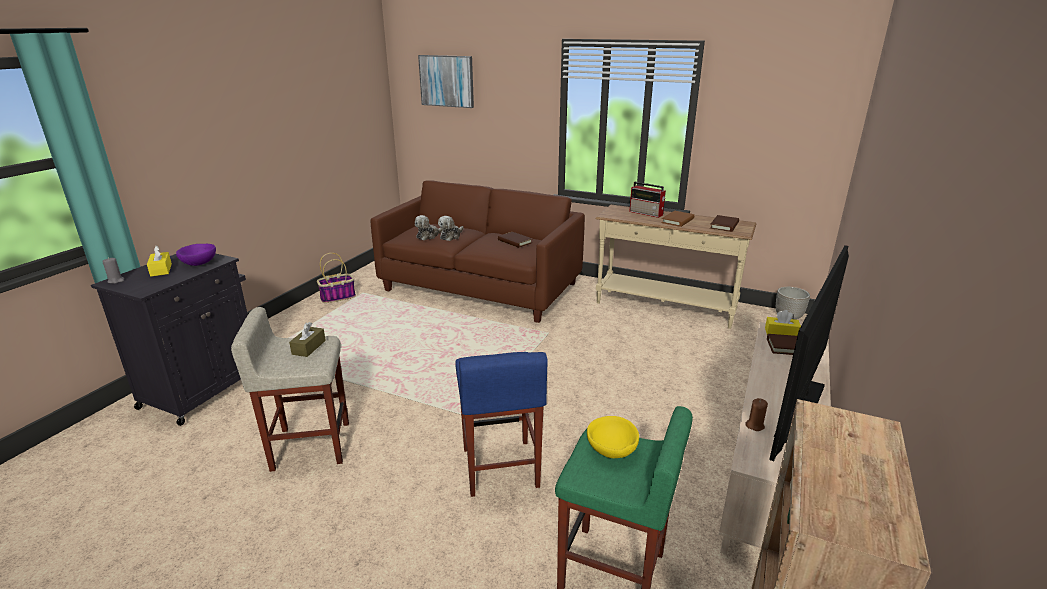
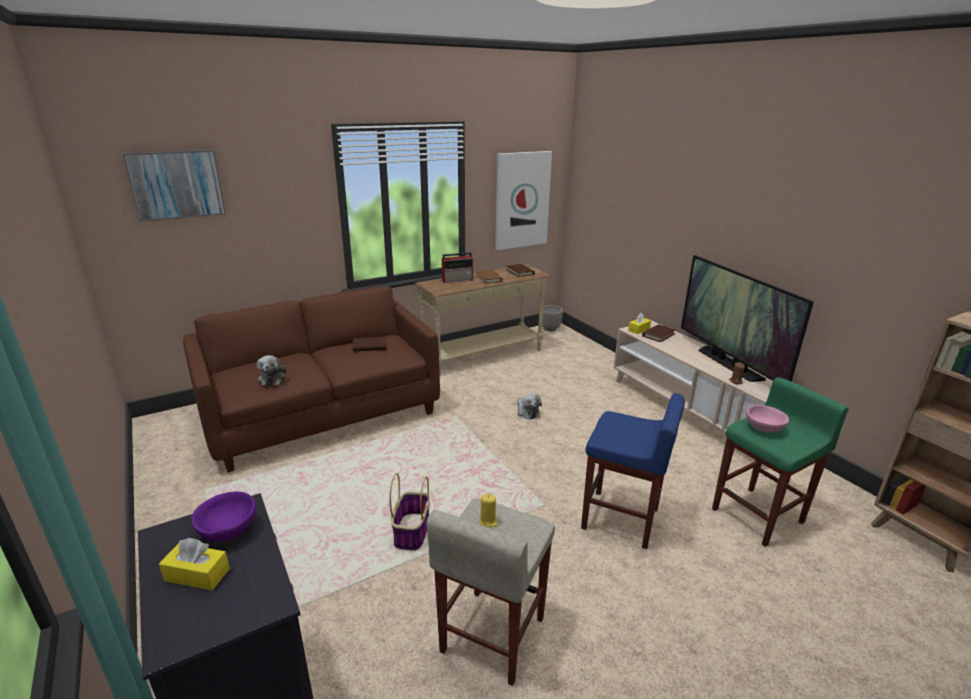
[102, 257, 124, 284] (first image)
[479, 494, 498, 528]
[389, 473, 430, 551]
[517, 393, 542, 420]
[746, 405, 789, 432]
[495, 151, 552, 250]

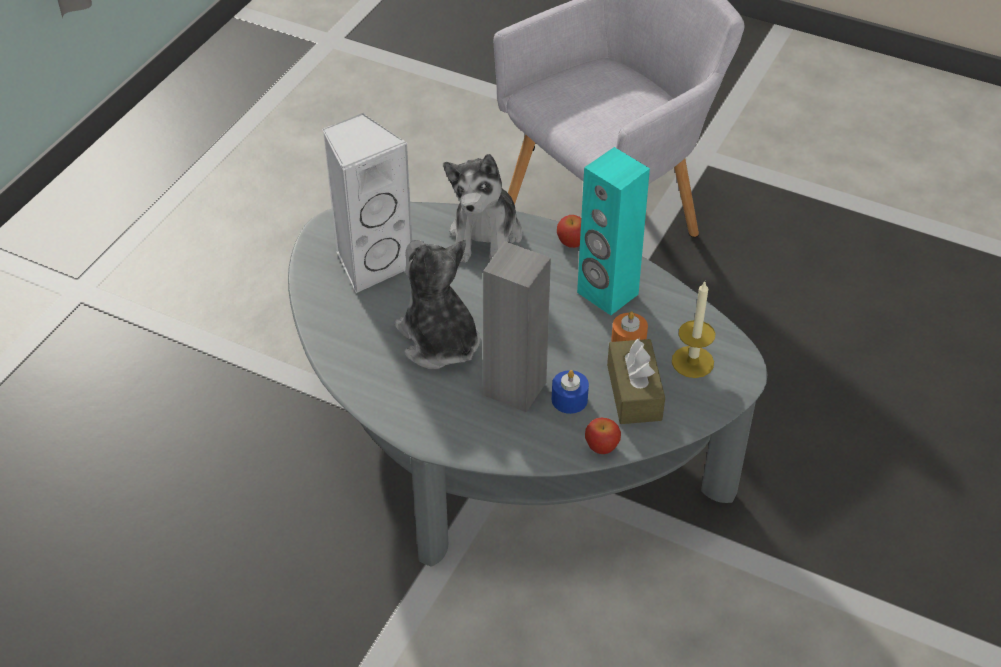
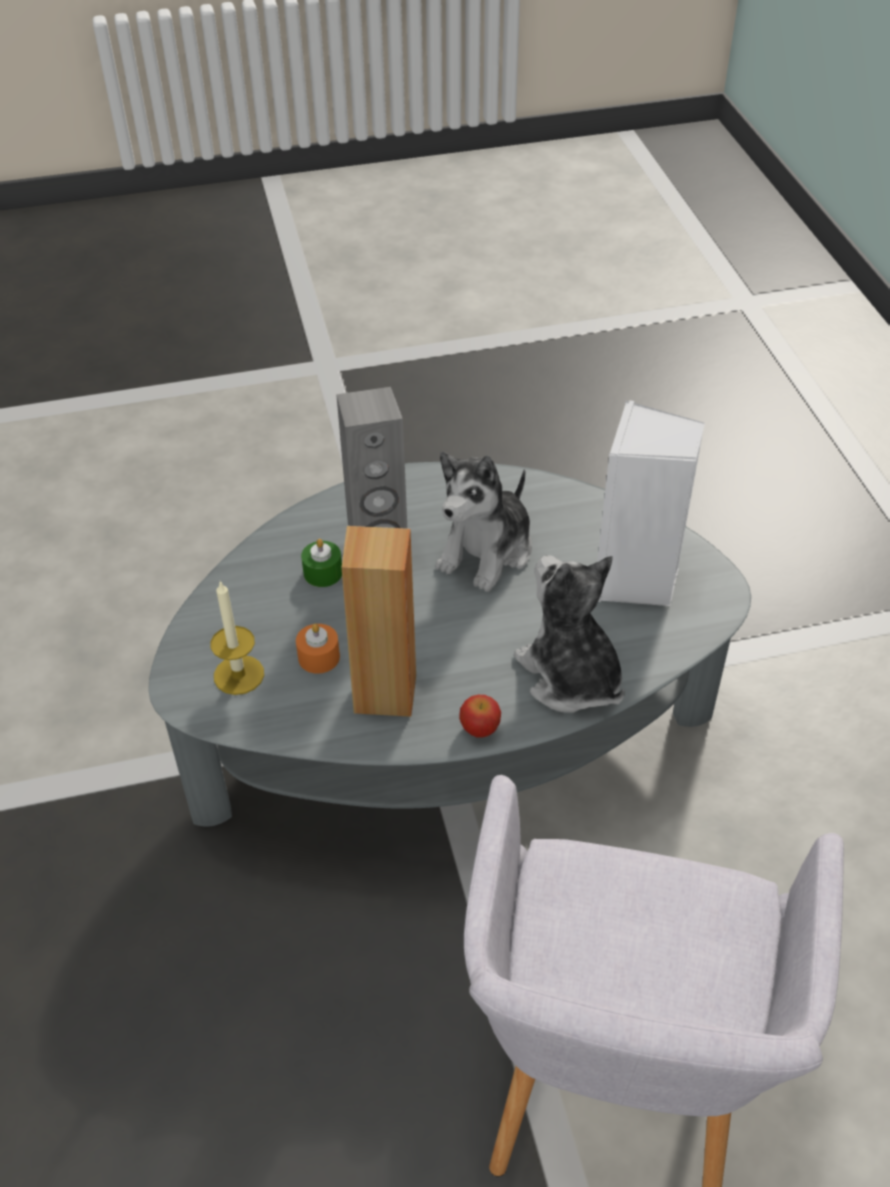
[435, 452, 532, 592]
[301, 539, 342, 587]
[342, 526, 416, 717]
[585, 418, 621, 454] (first image)
[607, 338, 665, 424] (first image)

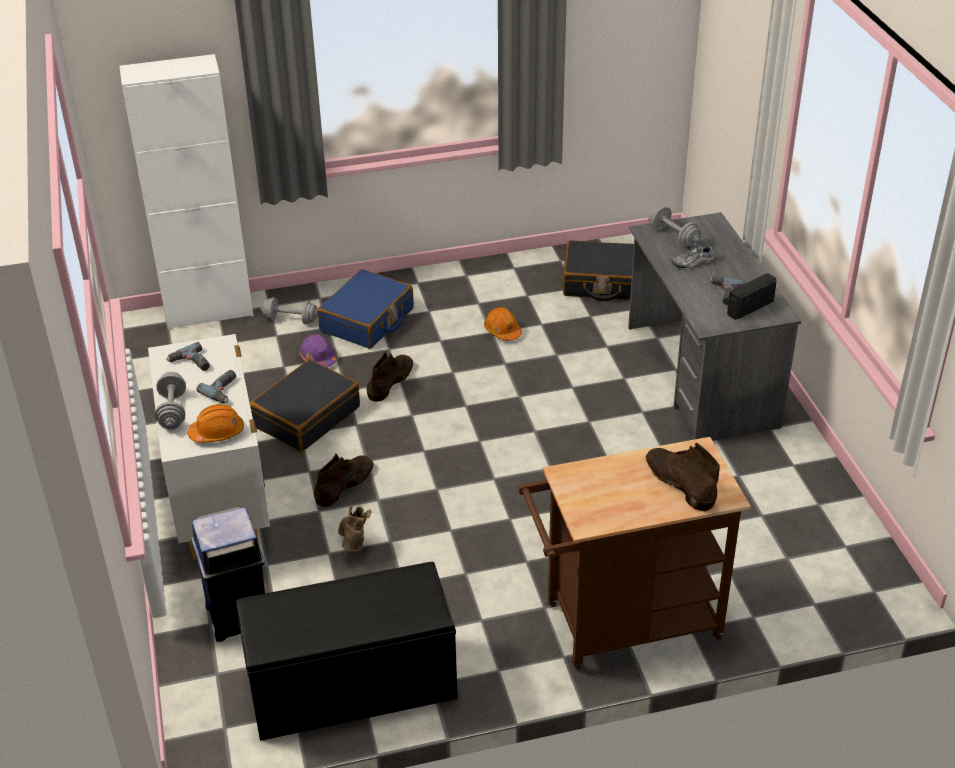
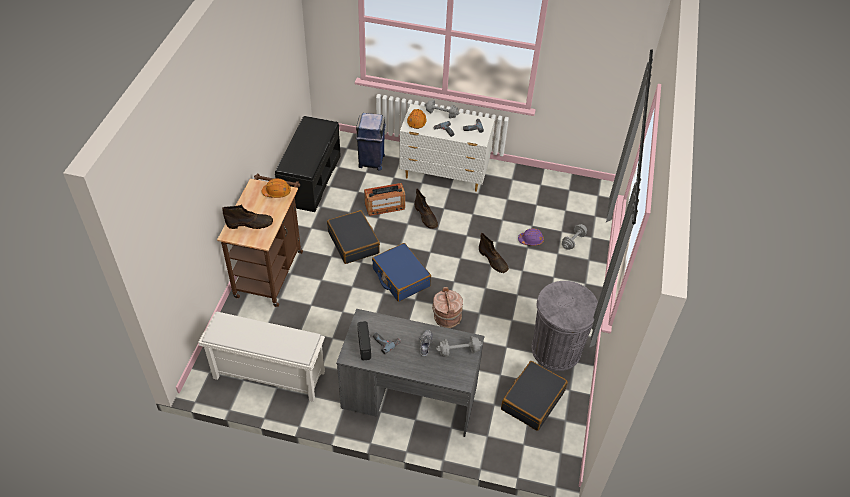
[119, 54, 253, 330] (first image)
[327, 210, 380, 264]
[372, 243, 431, 302]
[364, 183, 405, 216]
[262, 178, 291, 198]
[198, 312, 325, 402]
[432, 287, 463, 328]
[532, 281, 598, 371]

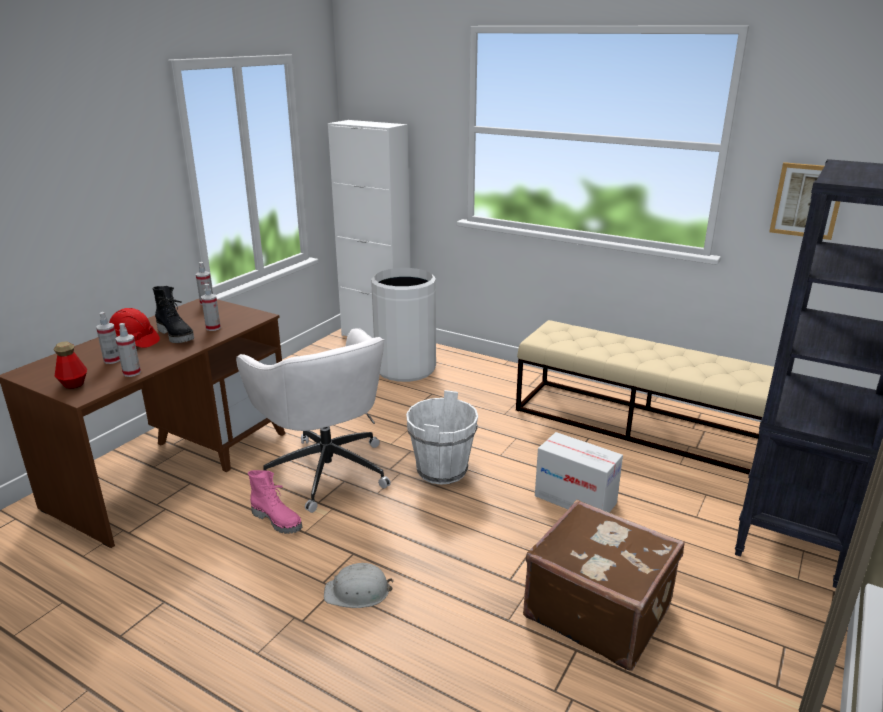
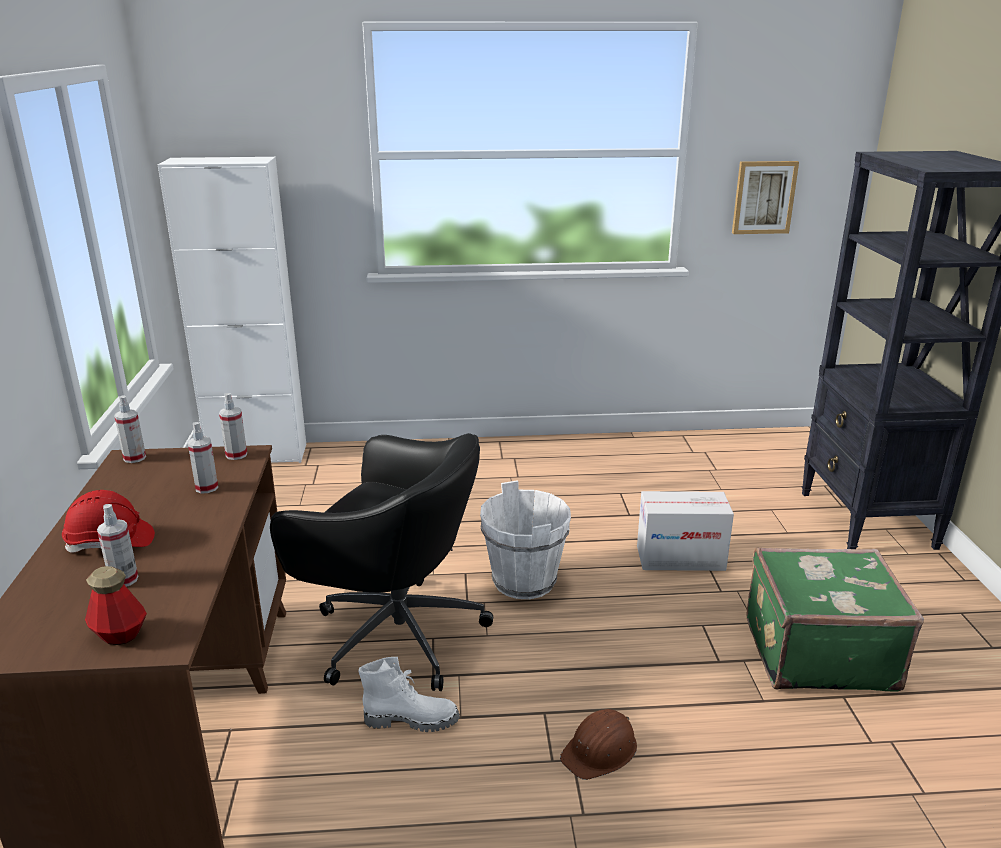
[219, 393, 247, 460]
[152, 286, 194, 343] (first image)
[270, 433, 493, 691]
[358, 657, 460, 732]
[560, 709, 637, 780]
[371, 268, 436, 382] (first image)
[516, 320, 774, 474] (first image)
[746, 547, 924, 692]

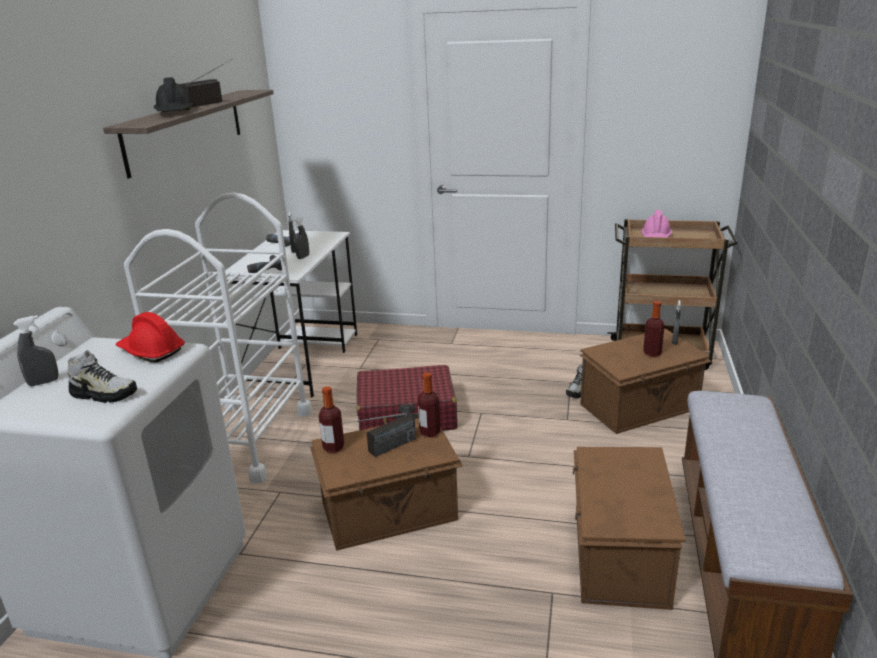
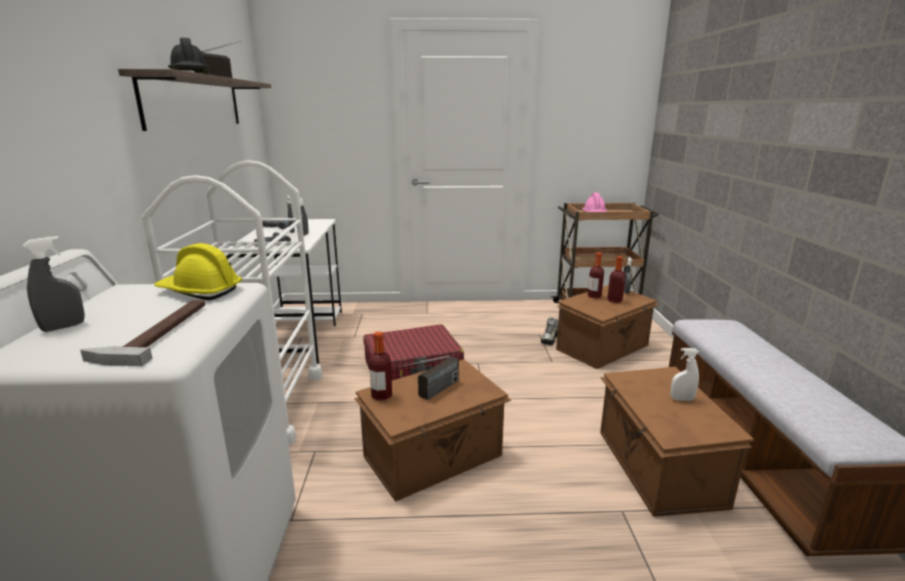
[80, 300, 205, 366]
[154, 243, 242, 300]
[588, 252, 604, 298]
[671, 348, 699, 401]

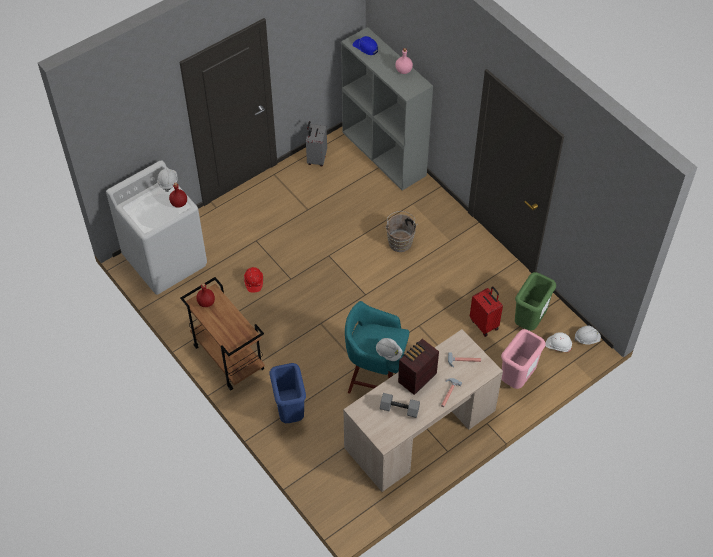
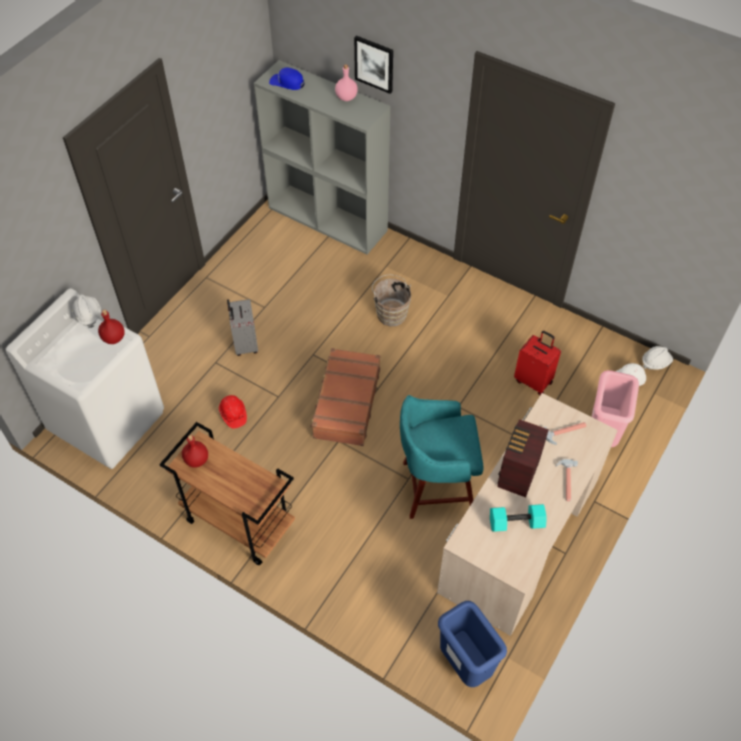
[438, 601, 507, 687]
[227, 299, 258, 356]
[376, 338, 403, 361] (first image)
[490, 504, 547, 532]
[515, 272, 556, 331] (first image)
[310, 348, 380, 446]
[354, 36, 393, 94]

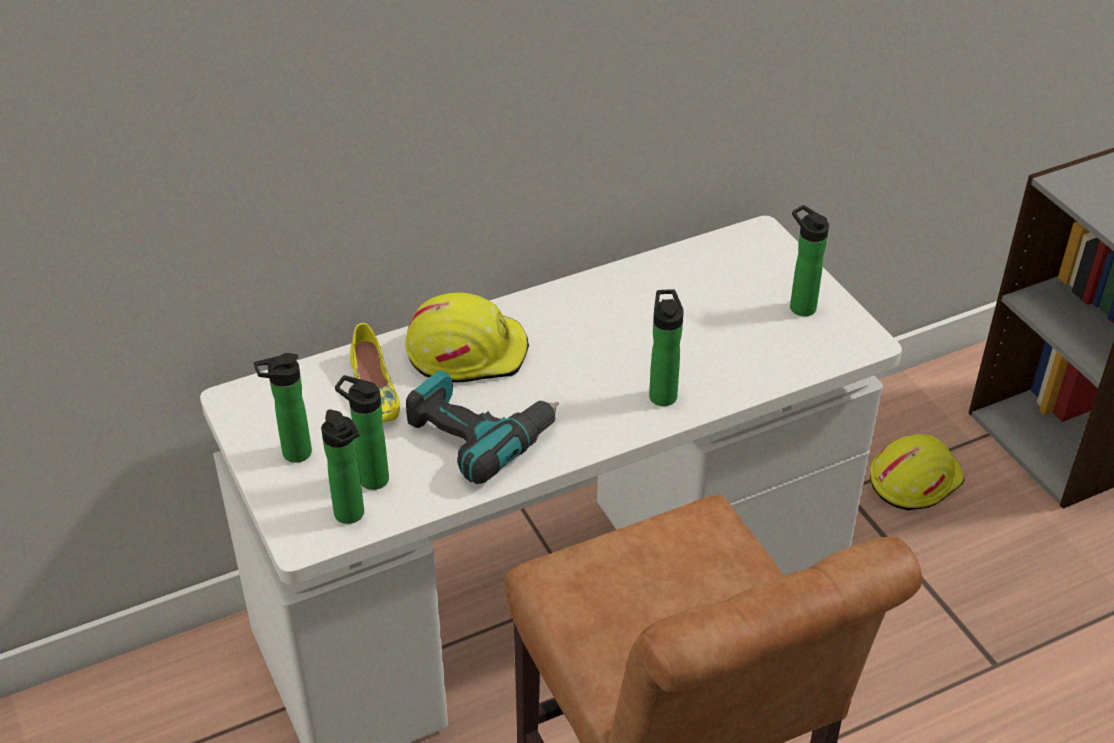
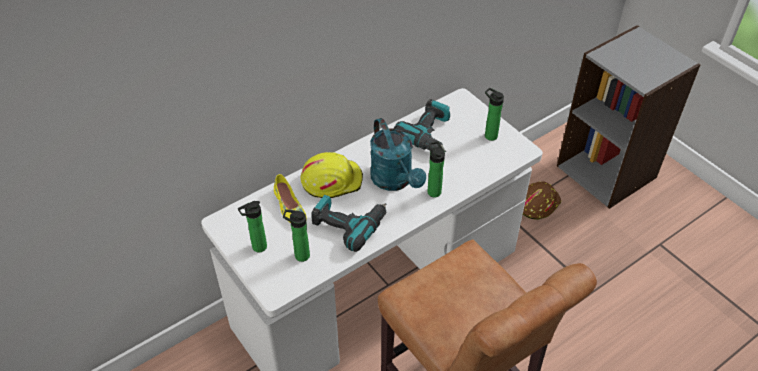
[321, 410, 364, 524] (first image)
[523, 181, 561, 220]
[370, 118, 426, 191]
[394, 99, 450, 152]

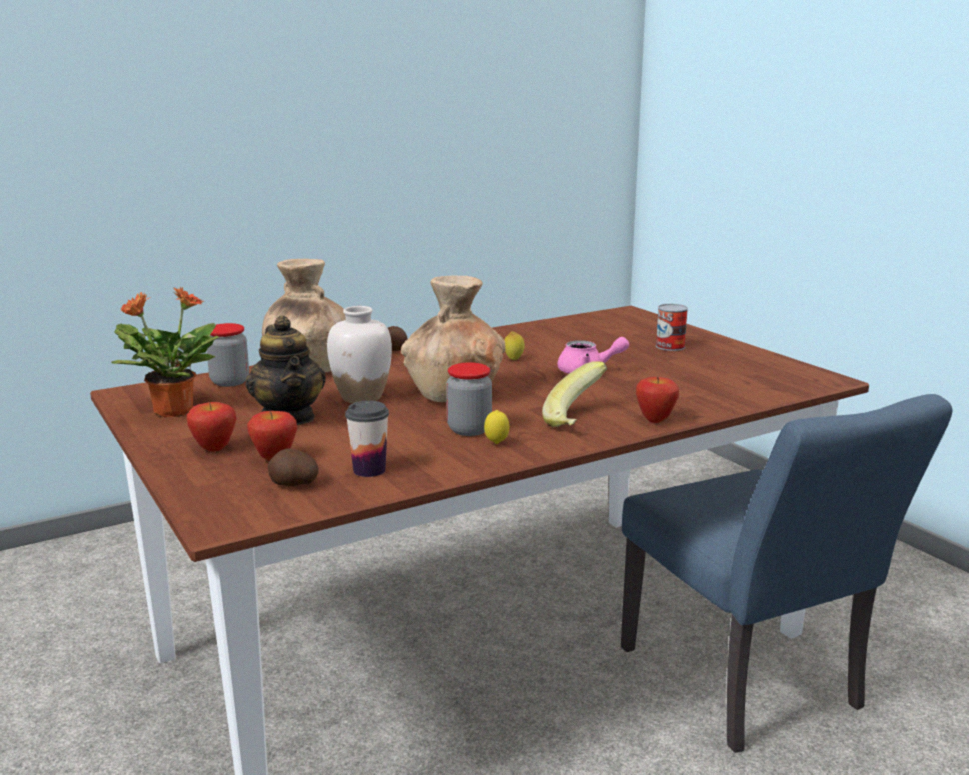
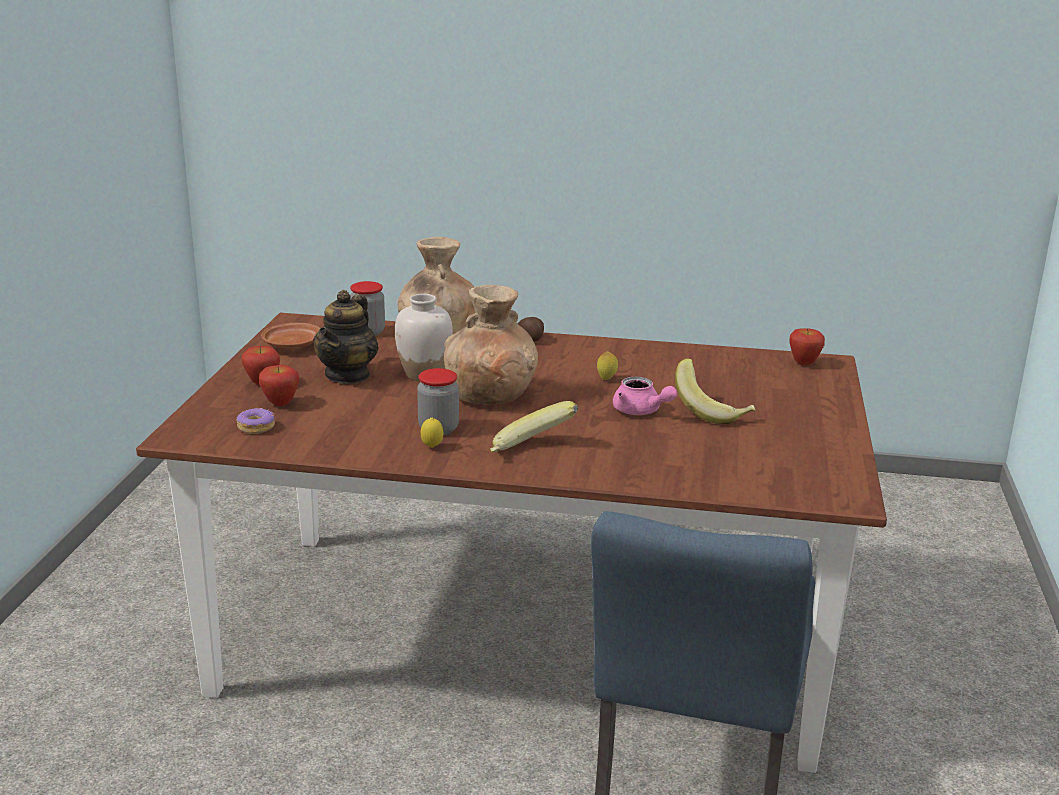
[261, 323, 320, 350]
[237, 408, 275, 434]
[345, 401, 389, 477] (first image)
[789, 329, 825, 366]
[656, 304, 688, 351] (first image)
[675, 358, 756, 424]

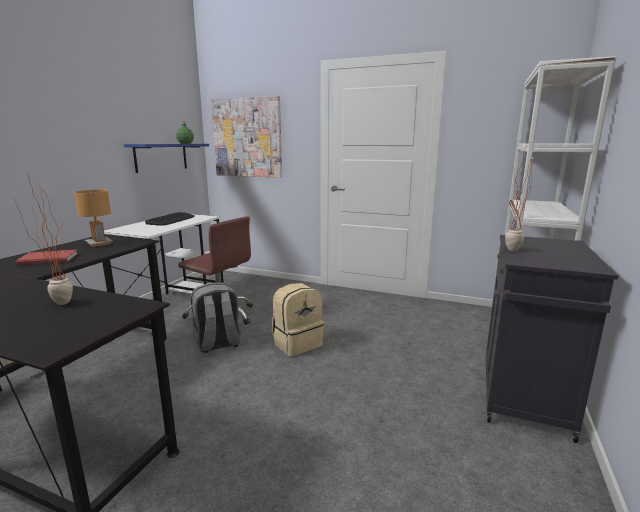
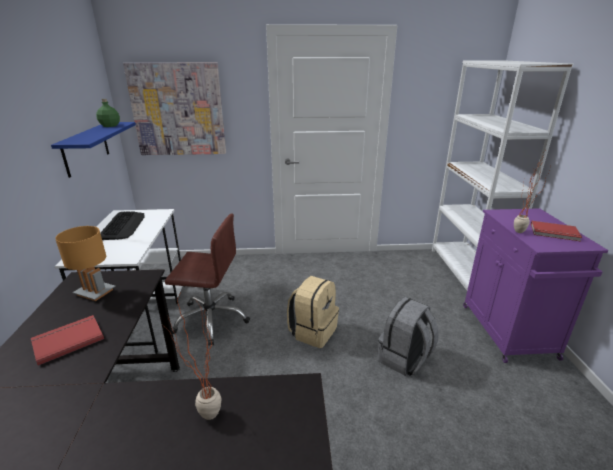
[378, 297, 439, 376]
[463, 208, 609, 363]
[531, 221, 582, 242]

